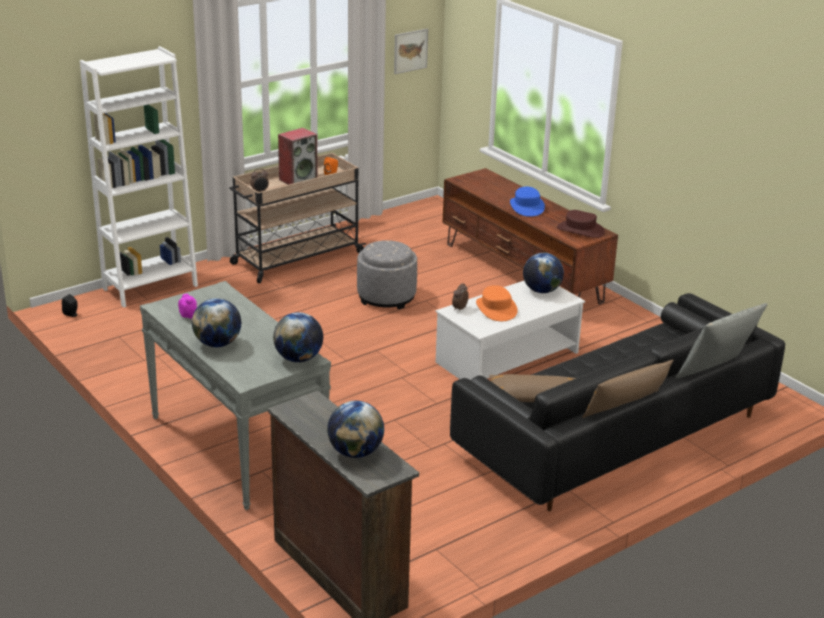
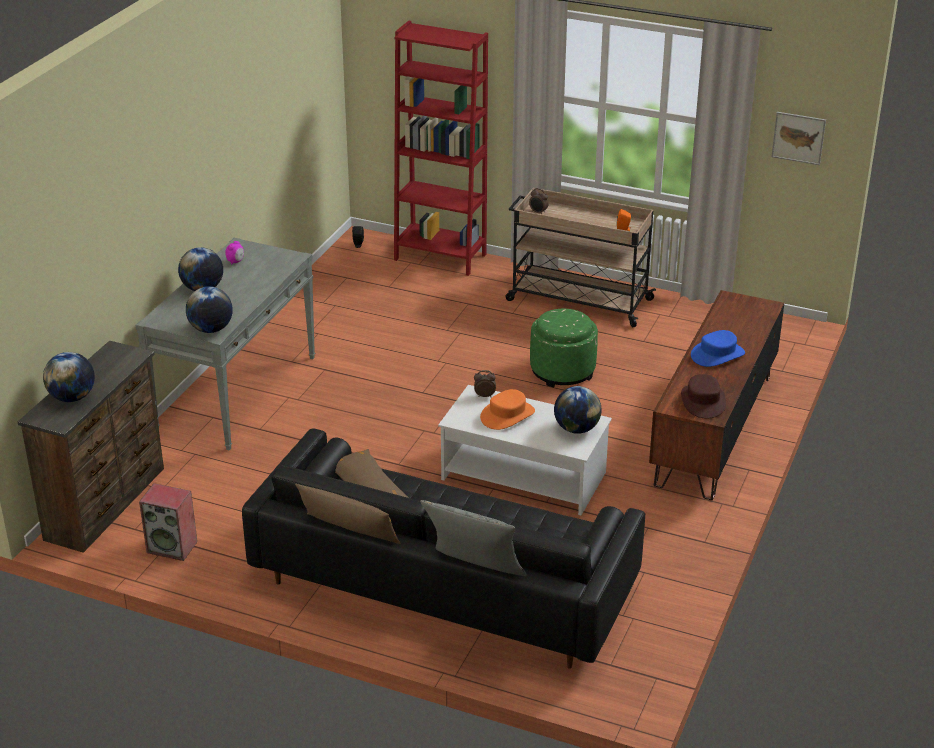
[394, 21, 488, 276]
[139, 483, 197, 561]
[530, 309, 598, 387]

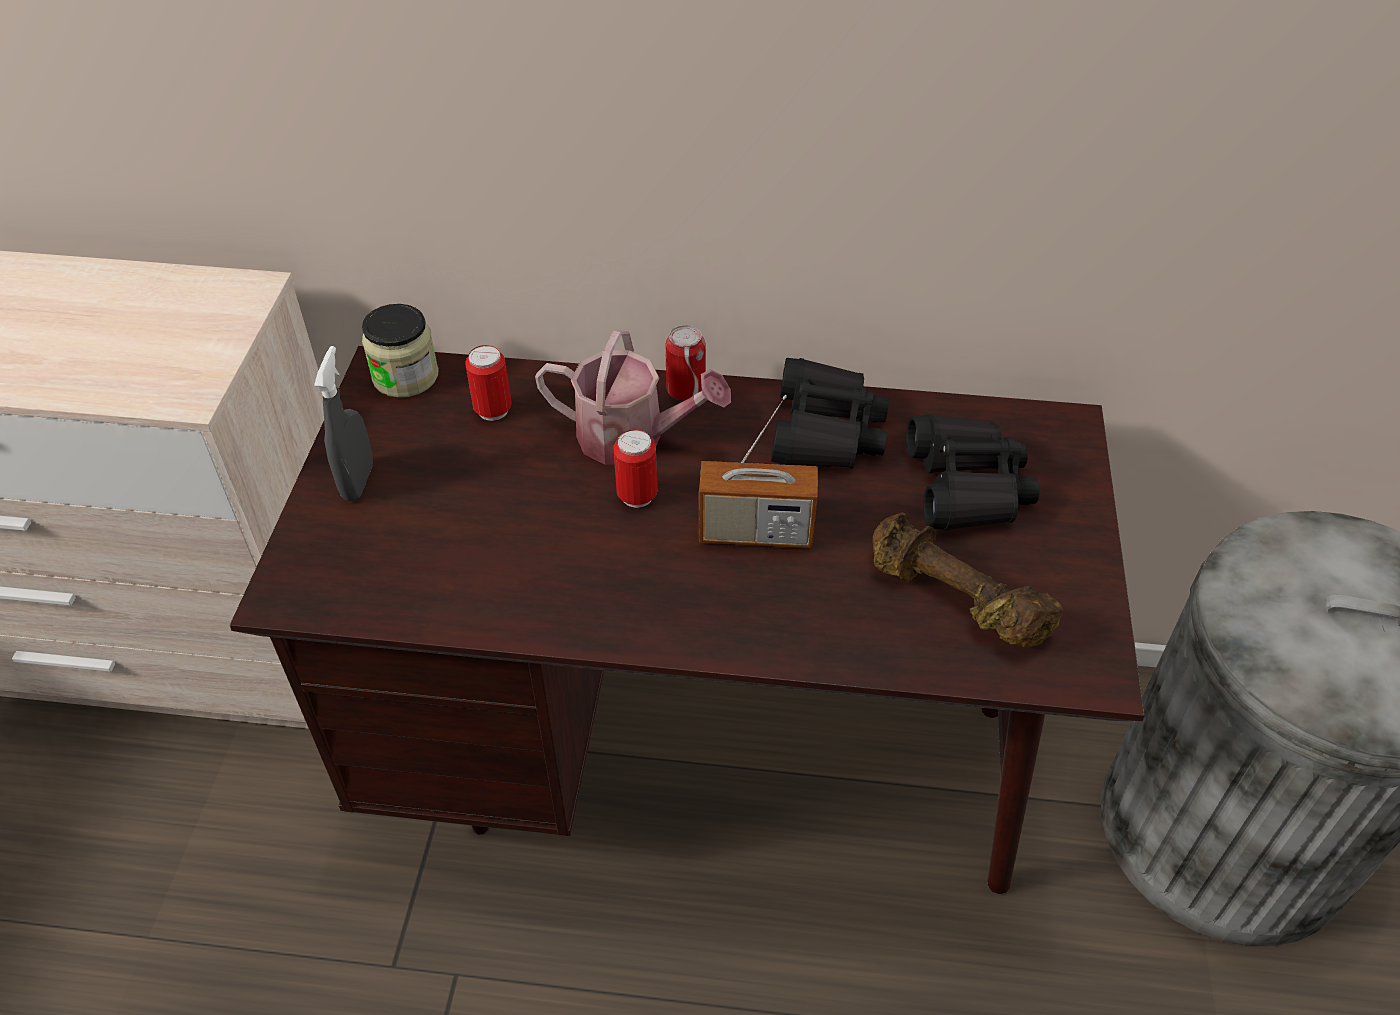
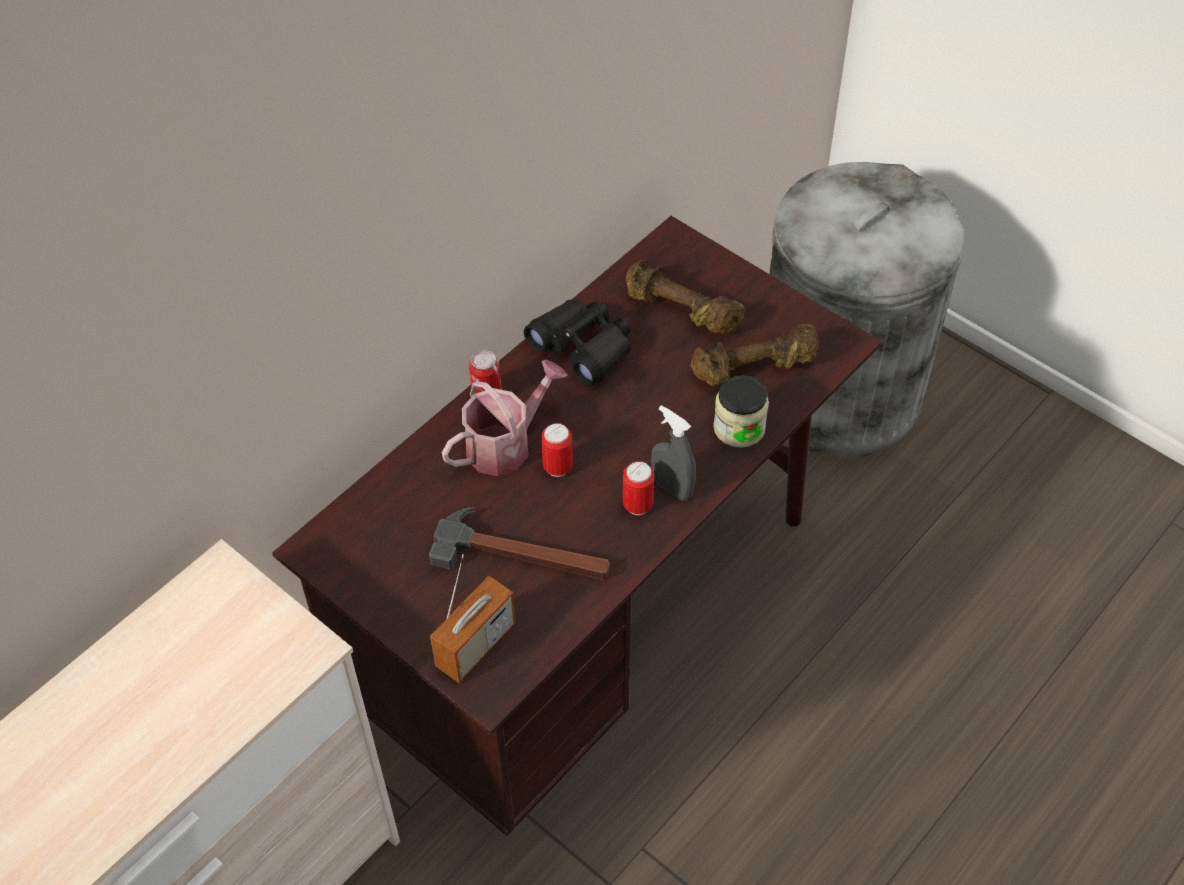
[651, 405, 696, 501]
[713, 375, 769, 448]
[623, 461, 654, 515]
[430, 554, 516, 683]
[626, 260, 745, 334]
[429, 507, 610, 580]

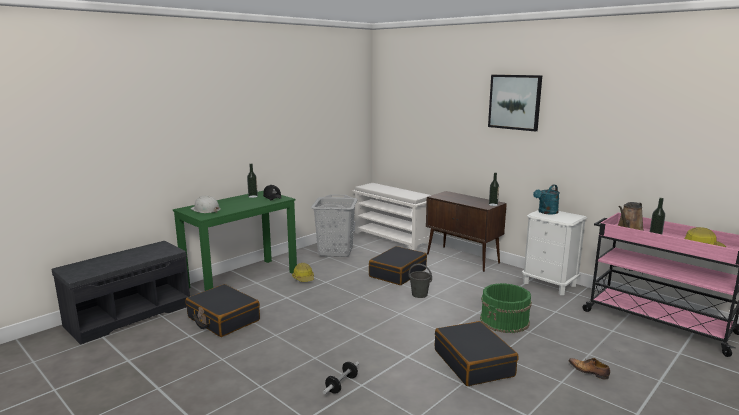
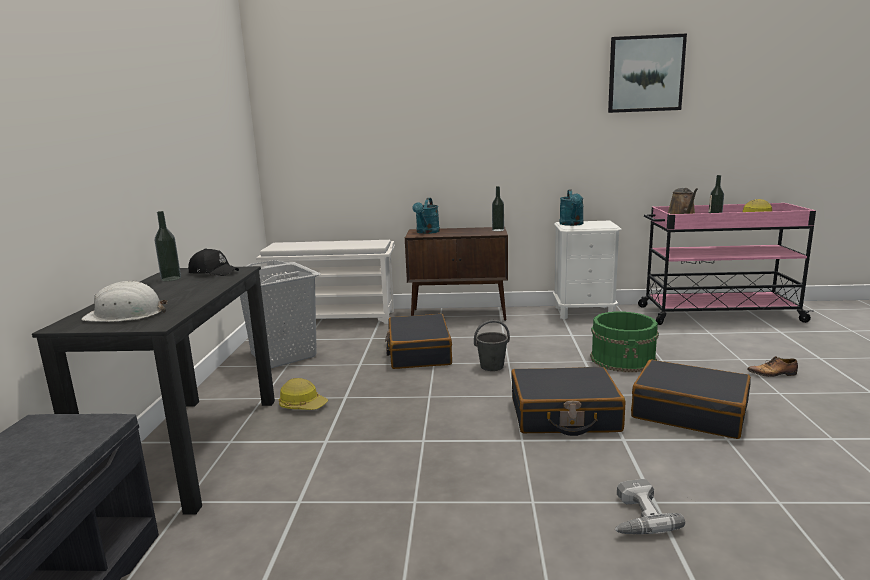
[32, 266, 275, 515]
[511, 367, 625, 436]
[615, 479, 685, 534]
[608, 34, 687, 113]
[412, 198, 440, 234]

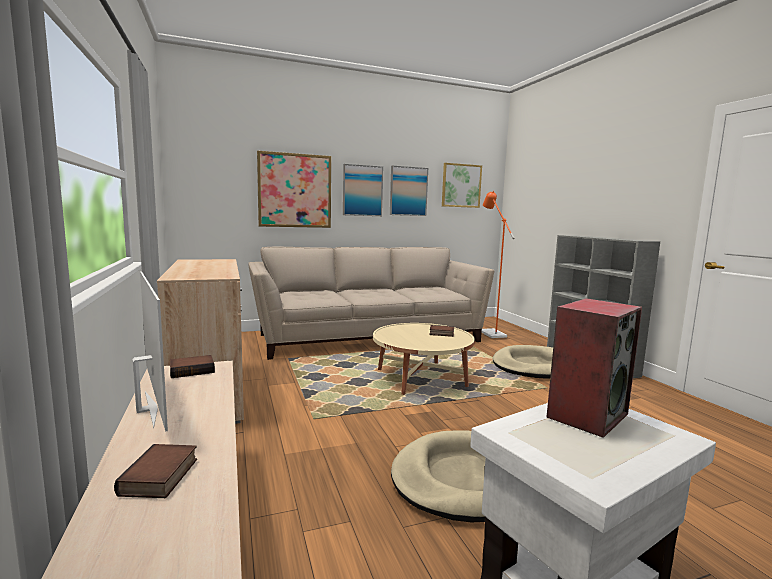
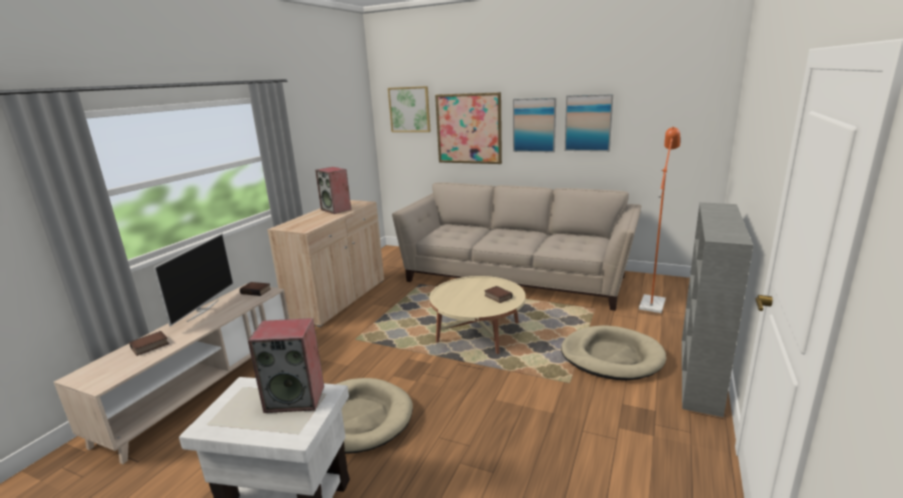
[388, 86, 431, 132]
[315, 167, 351, 214]

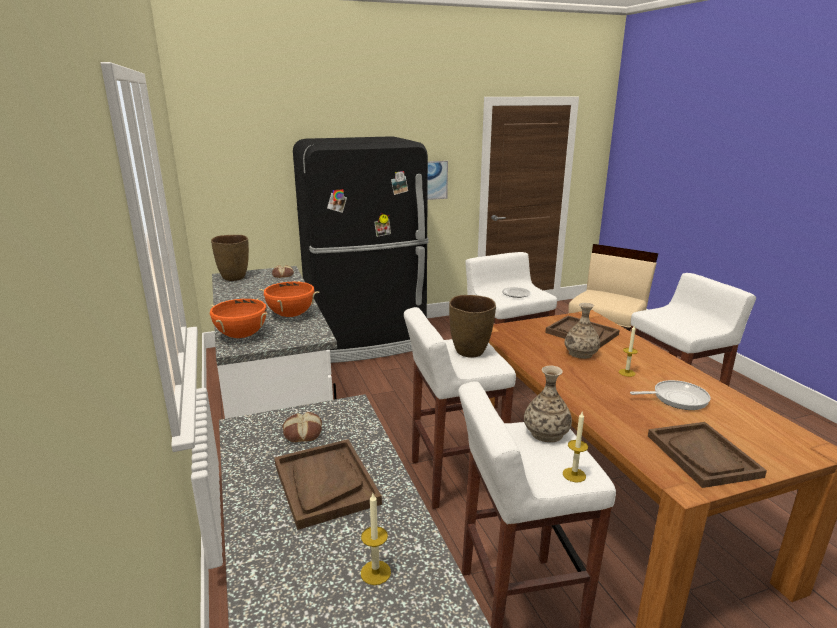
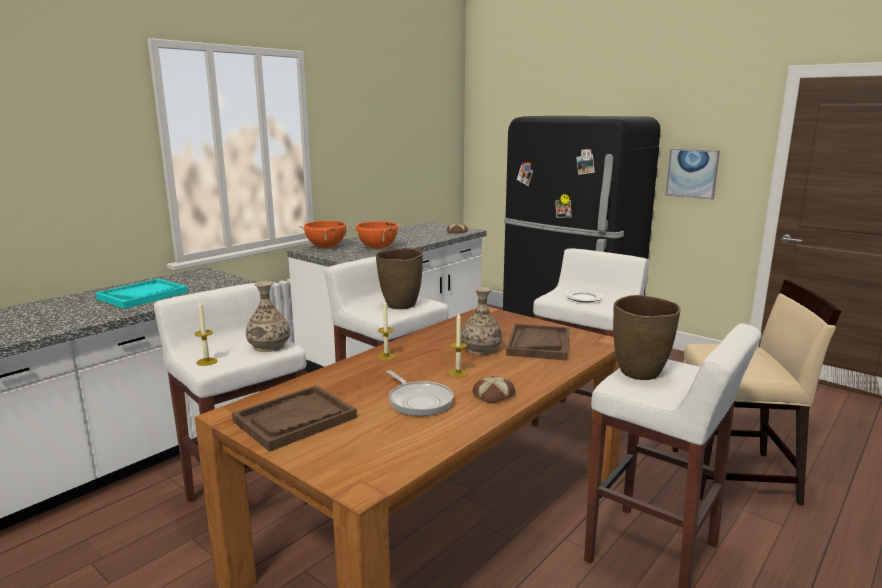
[613, 295, 680, 380]
[95, 278, 188, 309]
[473, 376, 515, 403]
[377, 300, 396, 361]

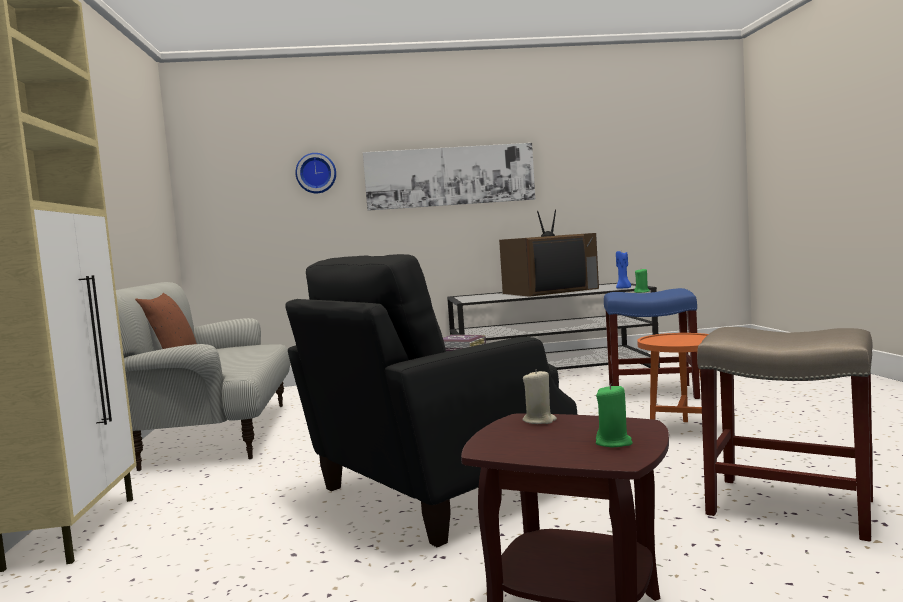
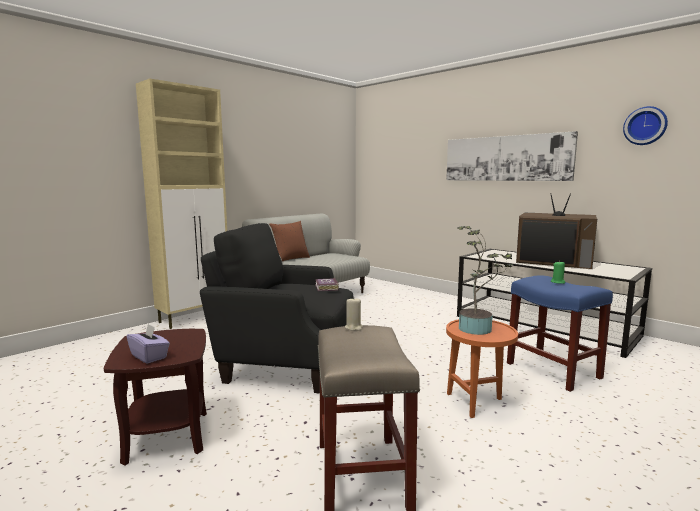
[623, 106, 668, 145]
[345, 298, 363, 331]
[127, 324, 170, 364]
[616, 251, 631, 289] (first image)
[457, 226, 515, 335]

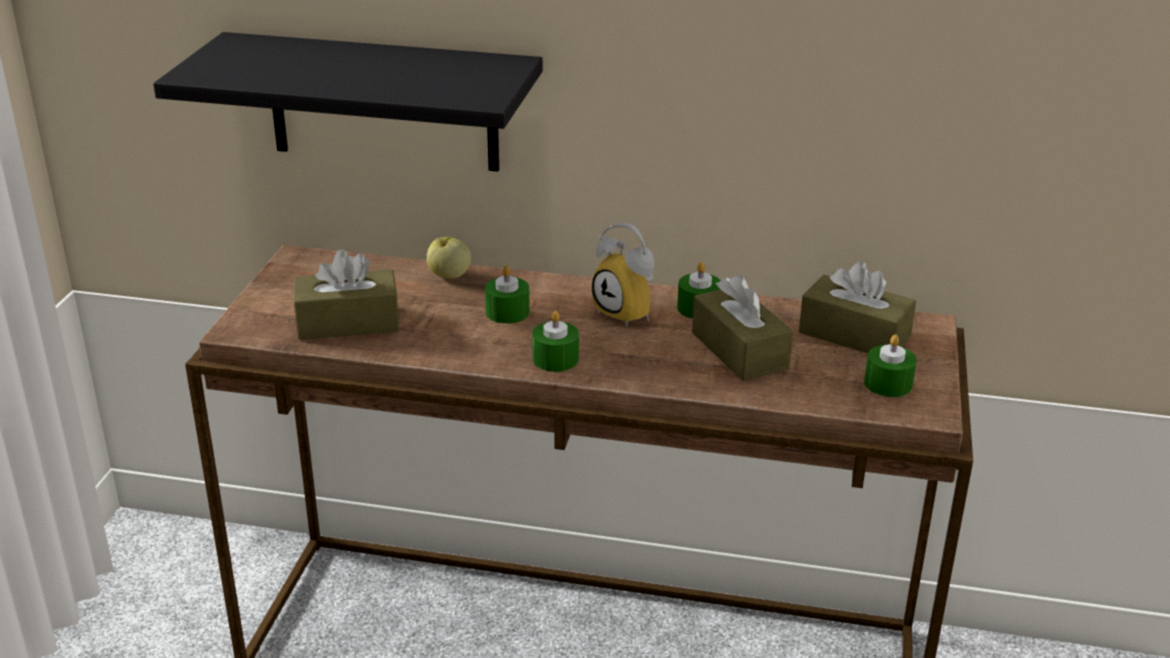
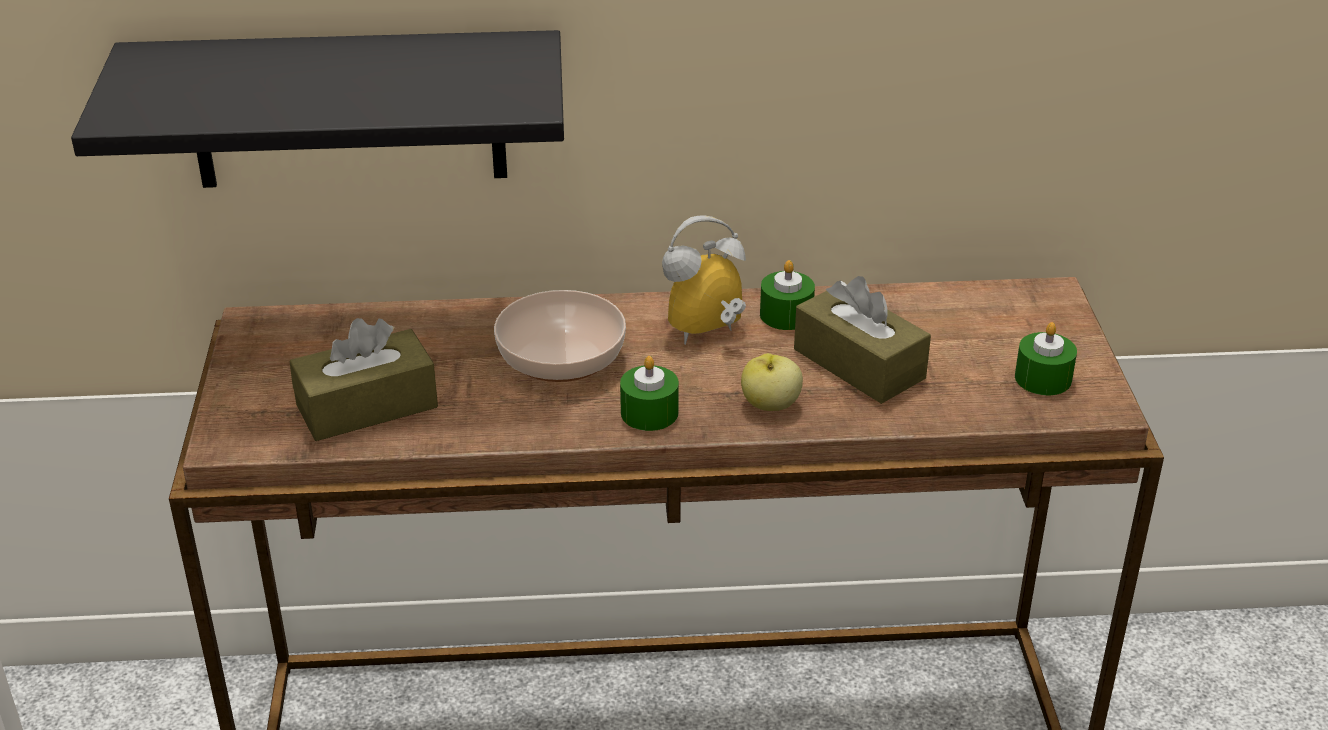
[741, 353, 803, 411]
[494, 290, 626, 382]
[662, 215, 746, 345]
[799, 261, 916, 353] (first image)

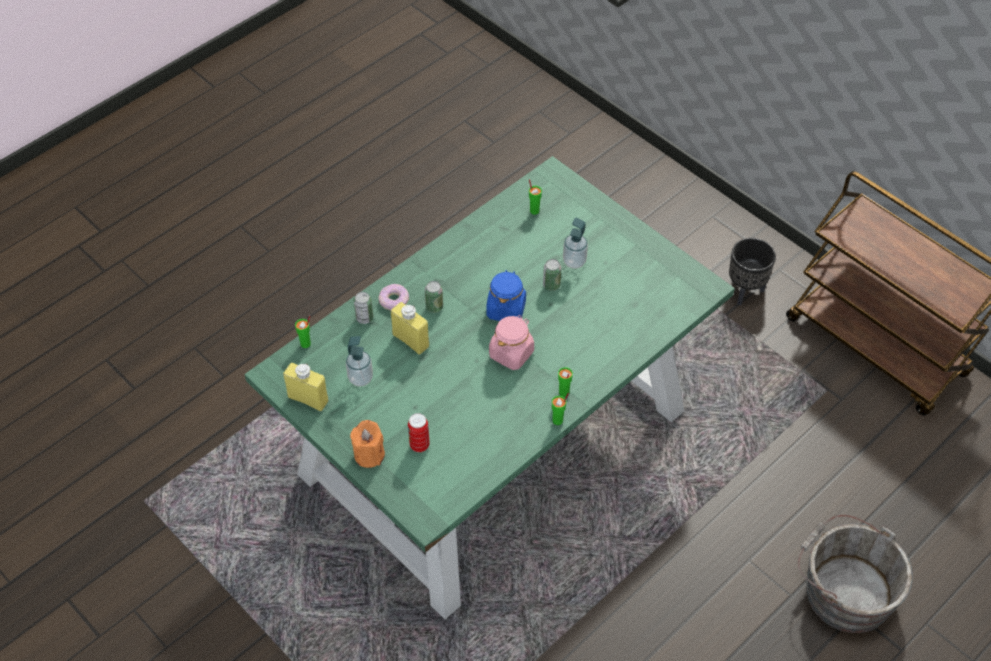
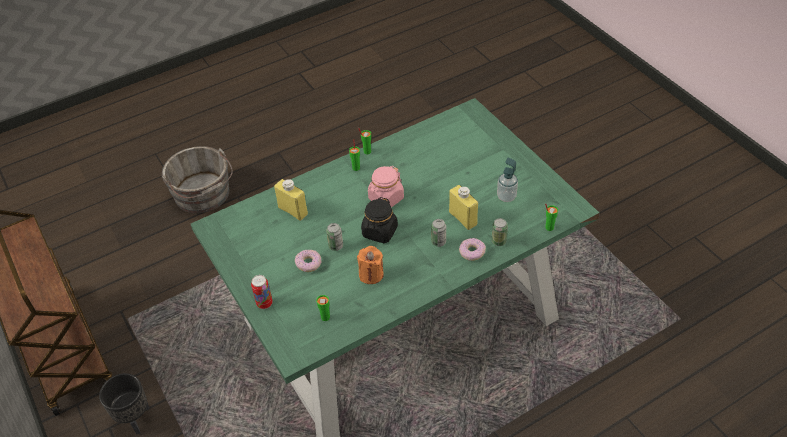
[274, 179, 308, 221]
[357, 246, 384, 284]
[251, 275, 273, 309]
[361, 197, 398, 243]
[295, 250, 322, 272]

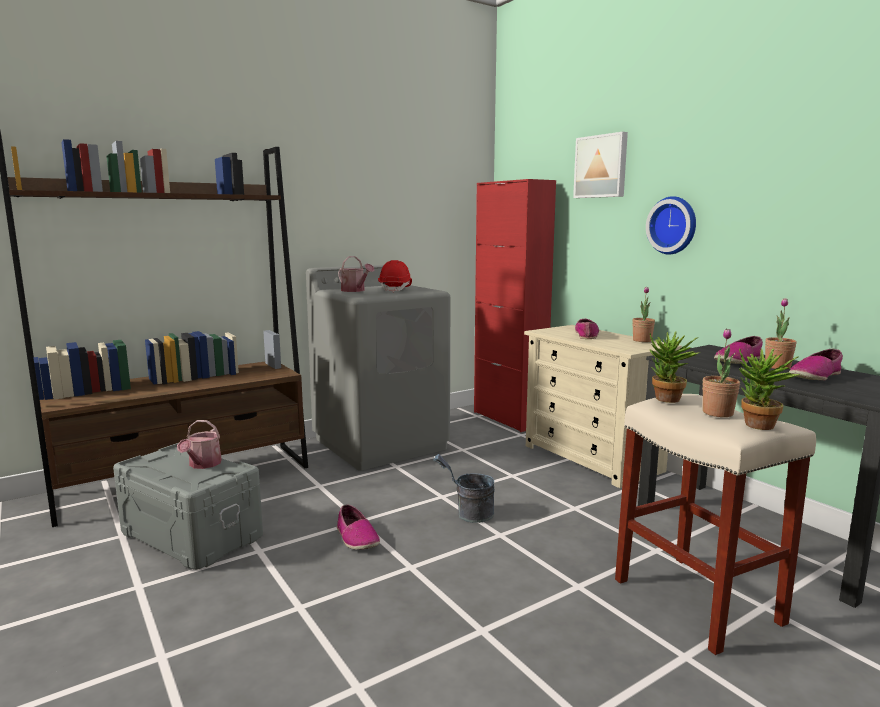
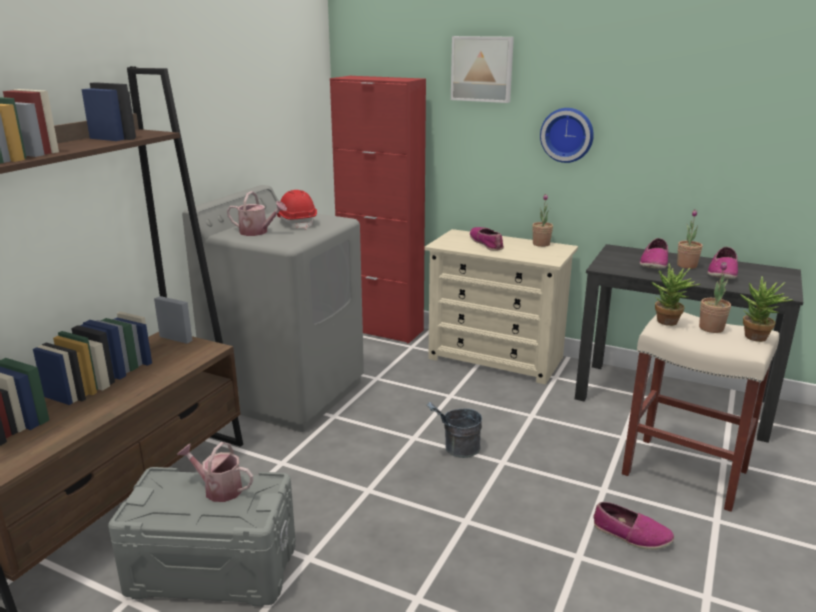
[177, 442, 253, 502]
[593, 502, 674, 550]

